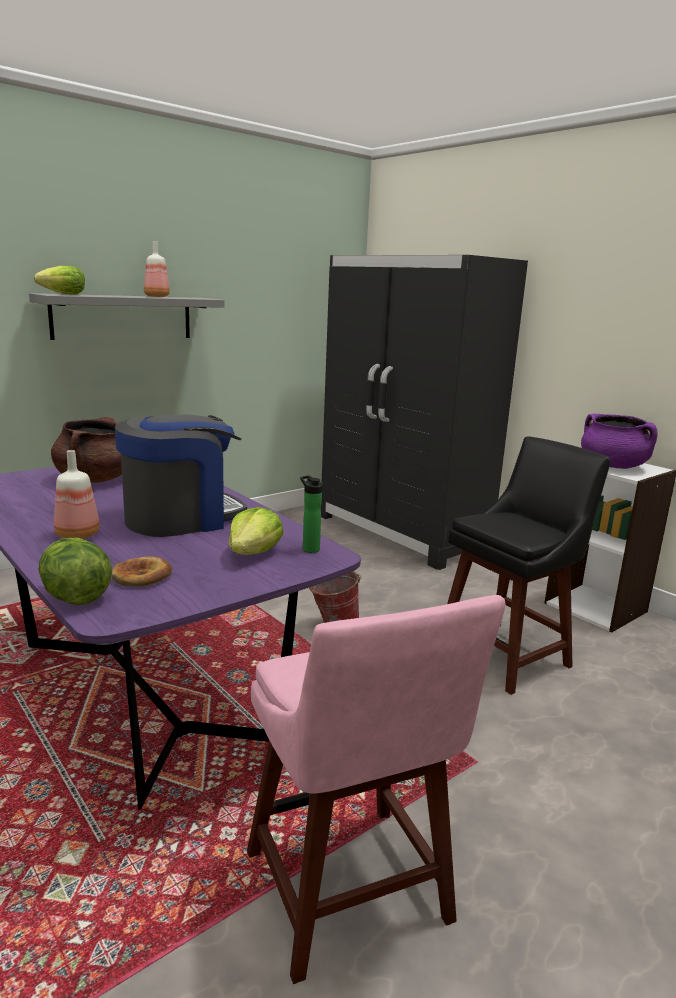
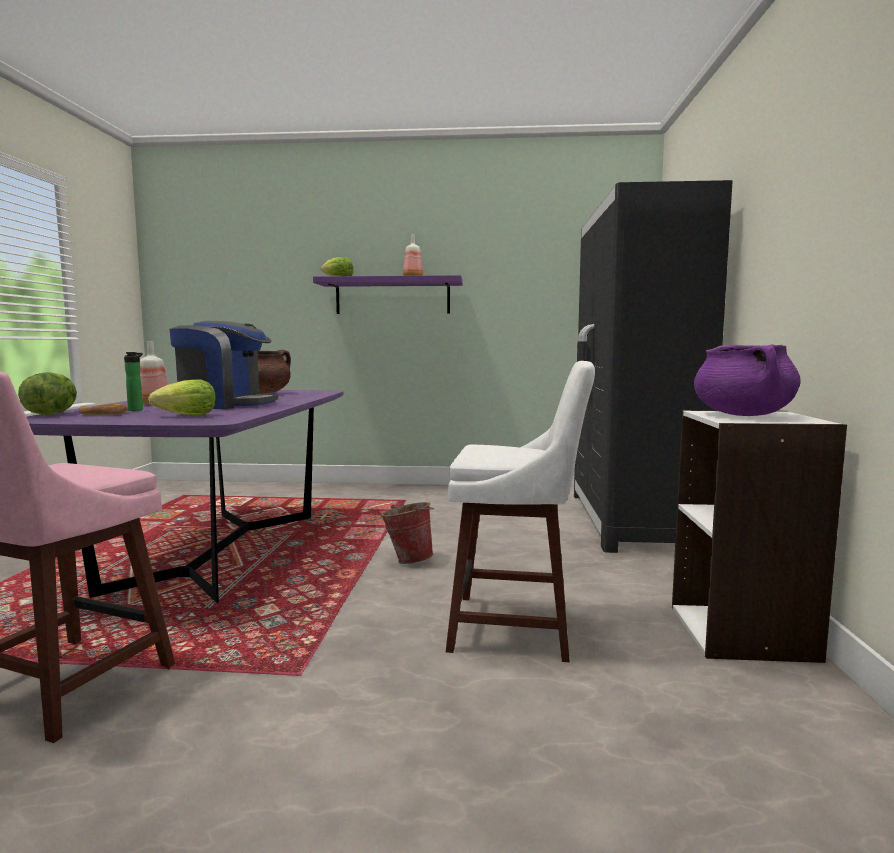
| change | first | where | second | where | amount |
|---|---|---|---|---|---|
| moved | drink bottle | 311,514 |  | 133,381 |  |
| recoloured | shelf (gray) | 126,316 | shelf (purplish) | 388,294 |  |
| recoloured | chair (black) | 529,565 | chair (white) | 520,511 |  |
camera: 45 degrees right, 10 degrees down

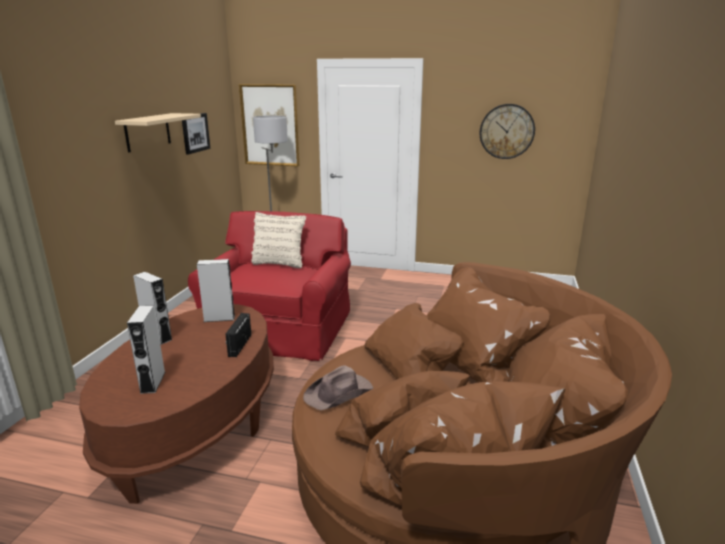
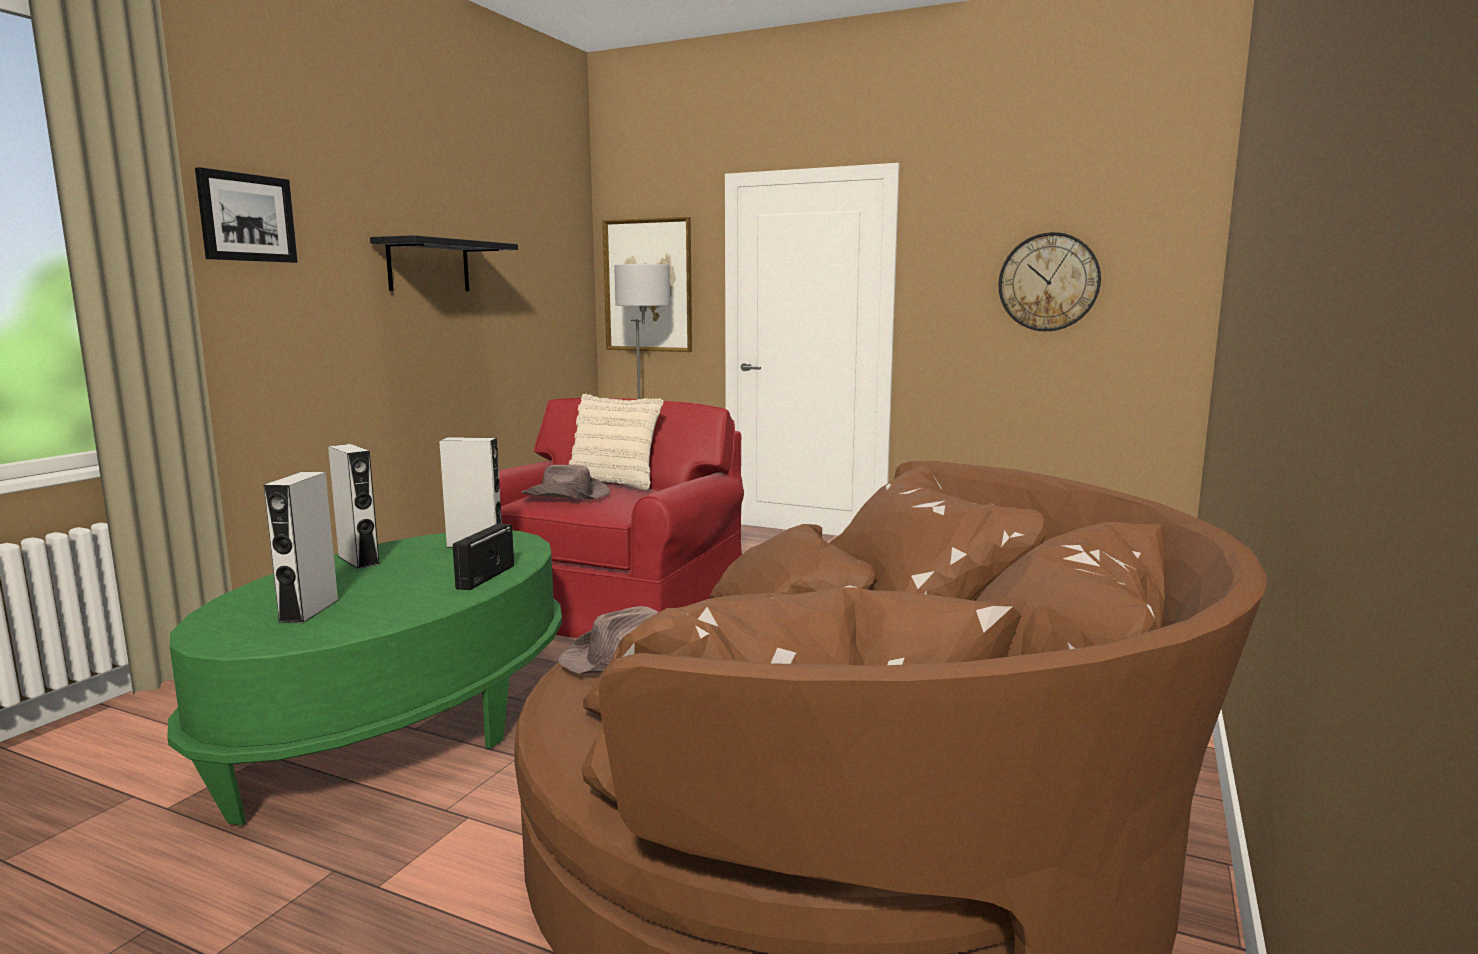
| change | first | where | second | where | amount |
|---|---|---|---|---|---|
| added |  |  | clothing hat (brown) | 566,482 |  |
| moved | wall art | 196,133 |  | 246,215 |  |
| recoloured | low table (brown) | 176,404 | low table (green) | 364,678 |  |
| recoloured | shelf (beige-coloured) | 158,132 | shelf (black) | 444,263 |  |
camera: 10 degrees right, 10 degrees down

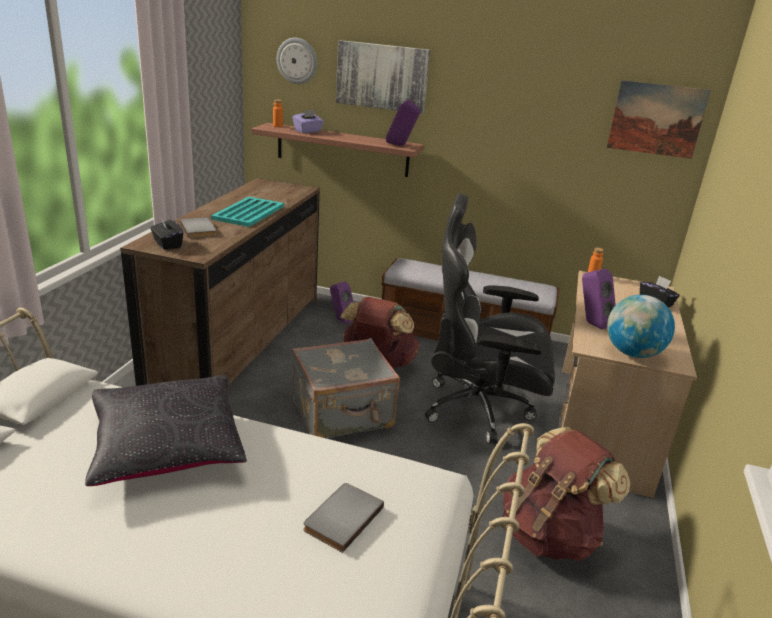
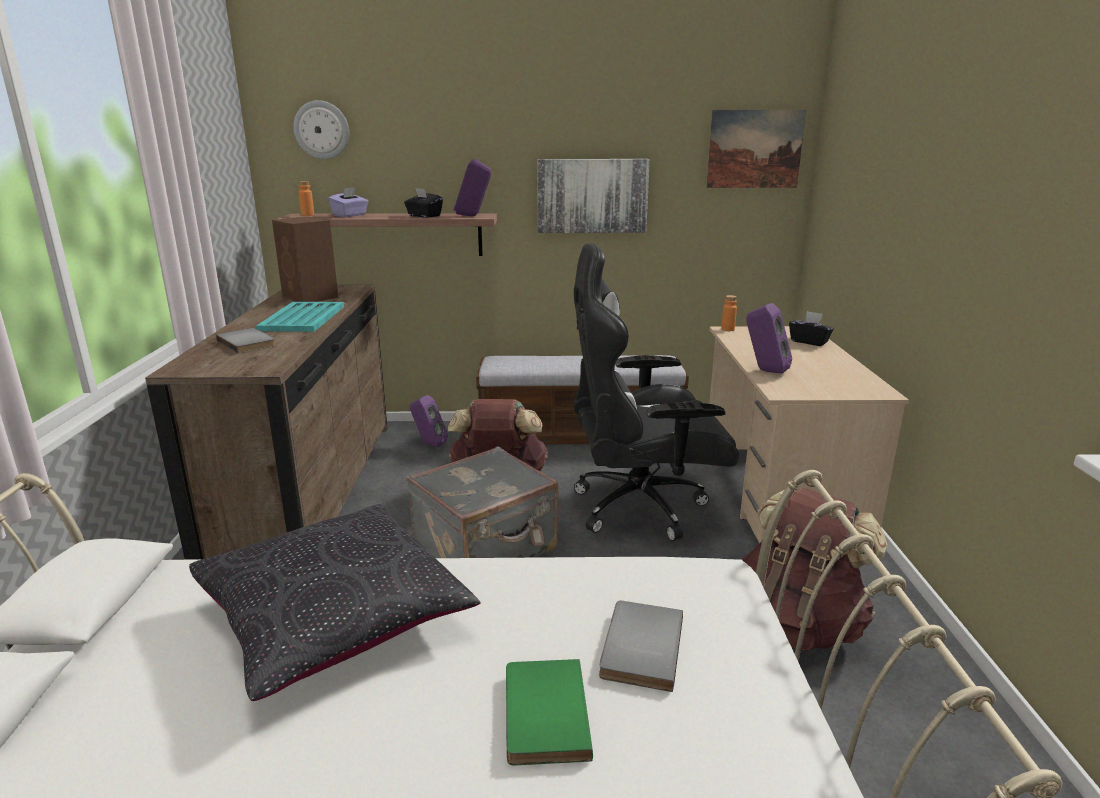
| change | first | where | second | where | amount |
|---|---|---|---|---|---|
| removed | globe | 641,326 |  |  |  |
| added |  |  | speaker (brown) | 305,259 |  |
| added |  |  | volume (green) | 549,712 |  |
| moved | box of tissues (black) | 166,233 |  | 423,203 |  |
| moved | wall art | 383,77 |  | 593,196 |  |
camera: 15 degrees left, 5 degrees down

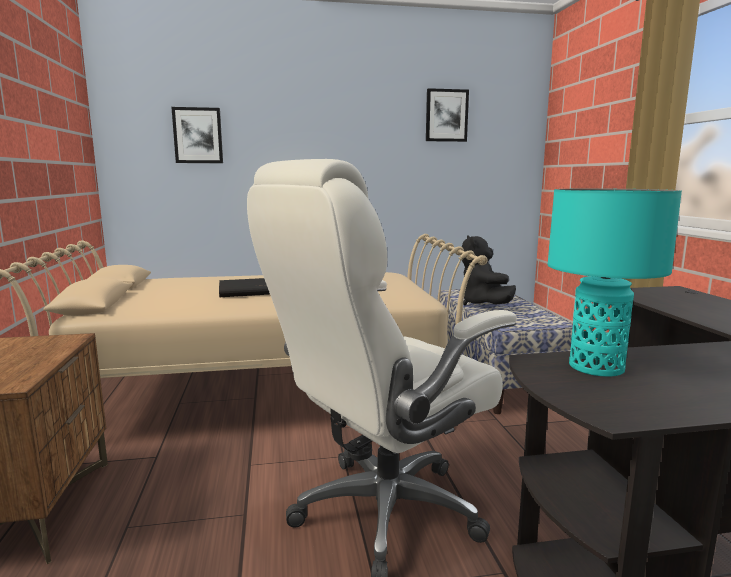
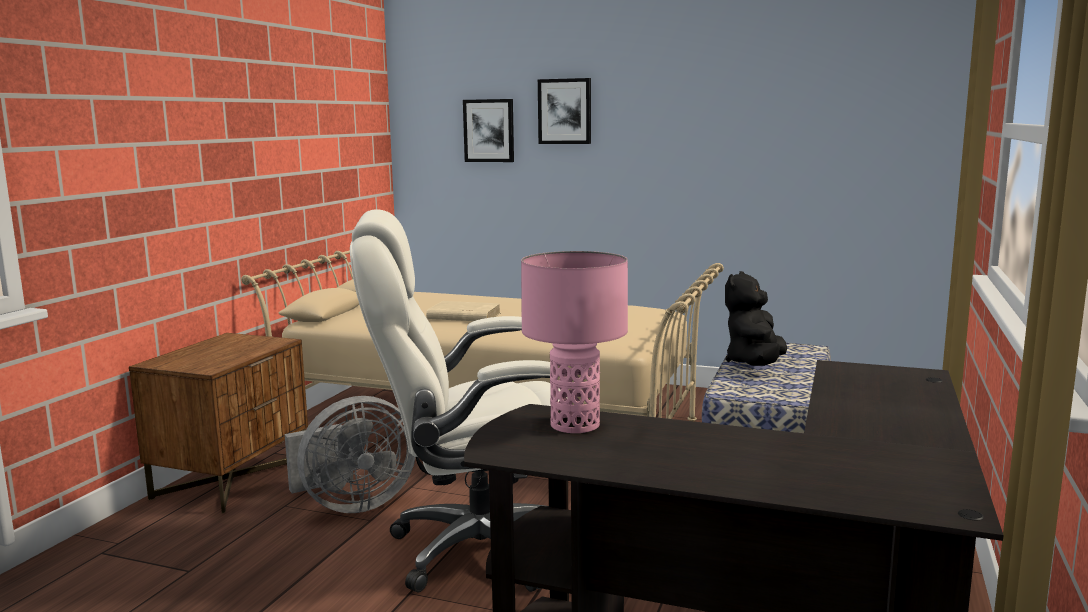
| change | first | where | second | where | amount |
|---|---|---|---|---|---|
| added |  |  | cooling fan (gray) | 350,454 |  |
| moved | wall art | 447,115 |  | 564,111 |  |
| recoloured | volume (black) | 244,287 | volume (beige-coloured) | 463,311 |  |
| recoloured | lamp for a table (turquoise-coloured) | 615,282 | lamp for a table (pinkish) | 574,342 |  |
camera: 30 degrees right, 0 degrees up

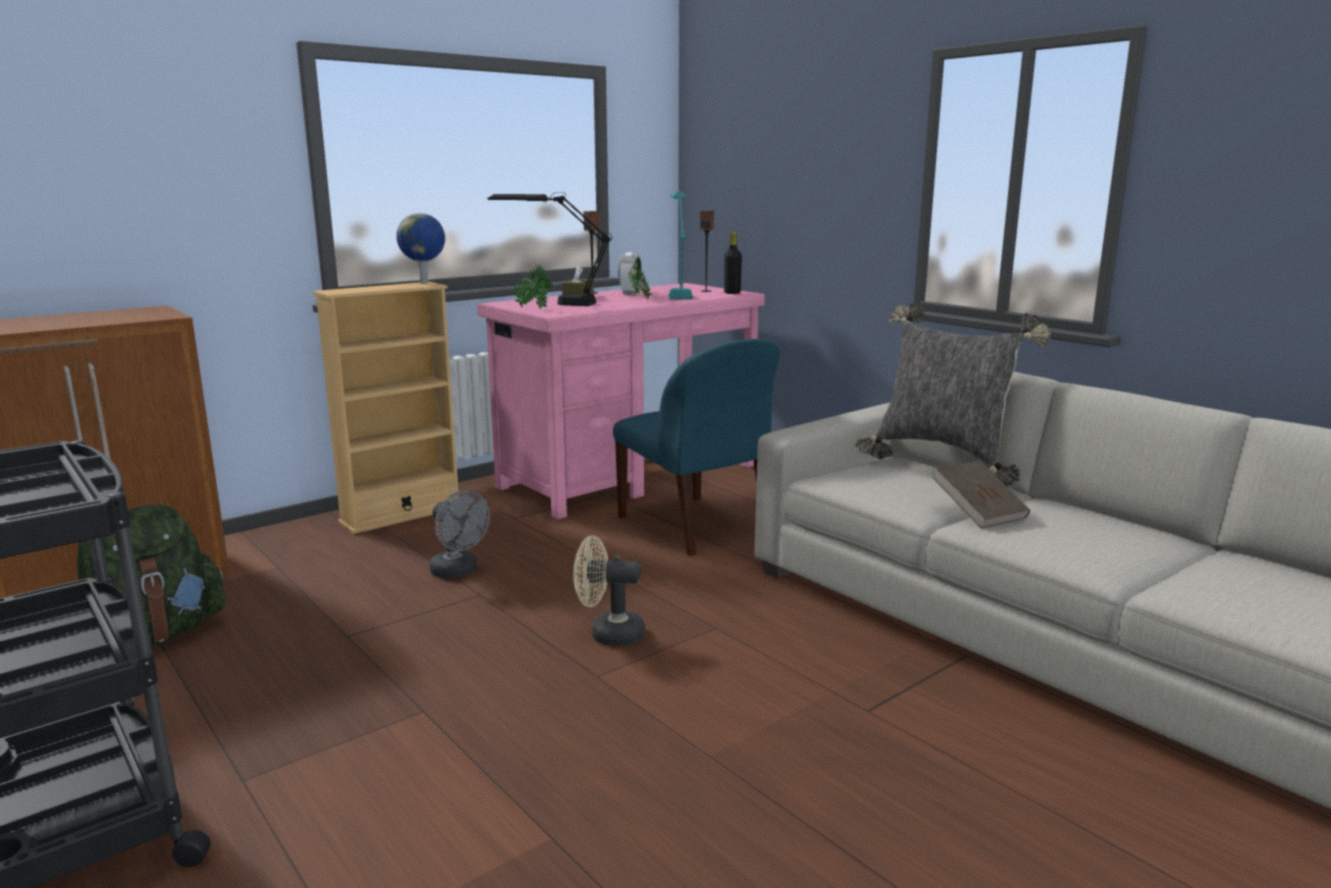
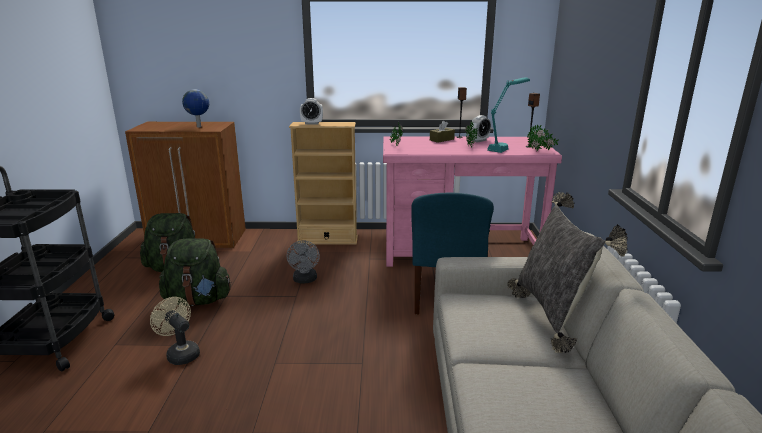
| change | first | where | second | where | amount |
|---|---|---|---|---|---|
| removed | lamp for a table (black) | 549,249 |  |  |  |
| removed | volume (brown) | 981,494 |  |  |  |
| added |  |  | rucksack (green) | 195,272 |  |
| added |  |  | alarm clock | 311,111 |  |
| moved | globe | 420,248 |  | 195,108 |  |
| moved | cooling fan (beige-coloured) | 609,591 |  | 175,331 |  |
| replaced | drink bottle (black) | 733,263 | plant in a pot | 543,137 |  |
camera: 40 degrees right, 5 degrees up

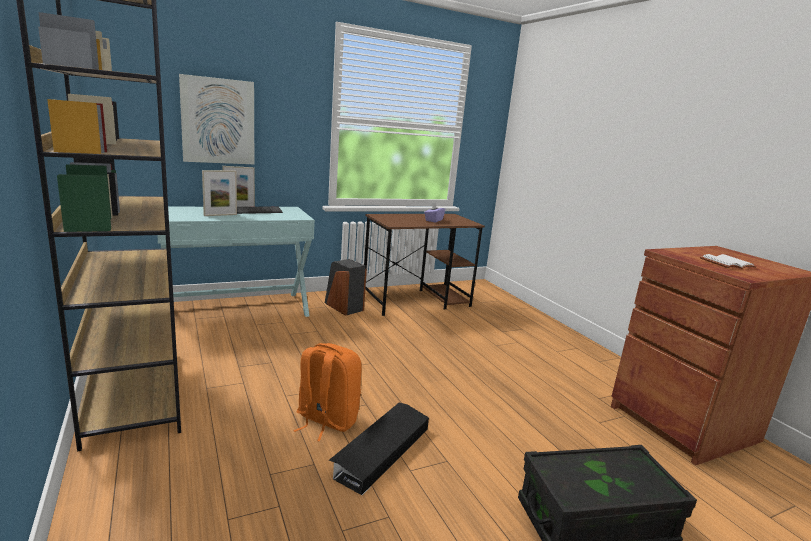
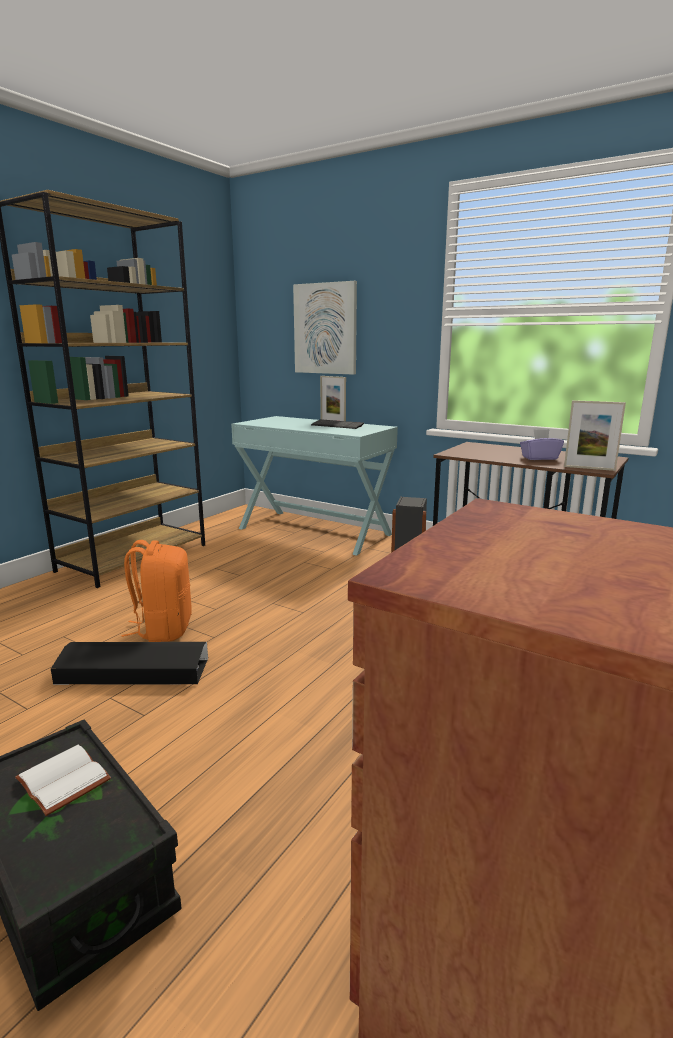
| change | first | where | second | where | amount |
|---|---|---|---|---|---|
| moved | picture frame | 219,193 |  | 595,435 |  |
| moved | volume (white) | 728,261 |  | 63,780 |  |
camera: 60 degrees right, 0 degrees up

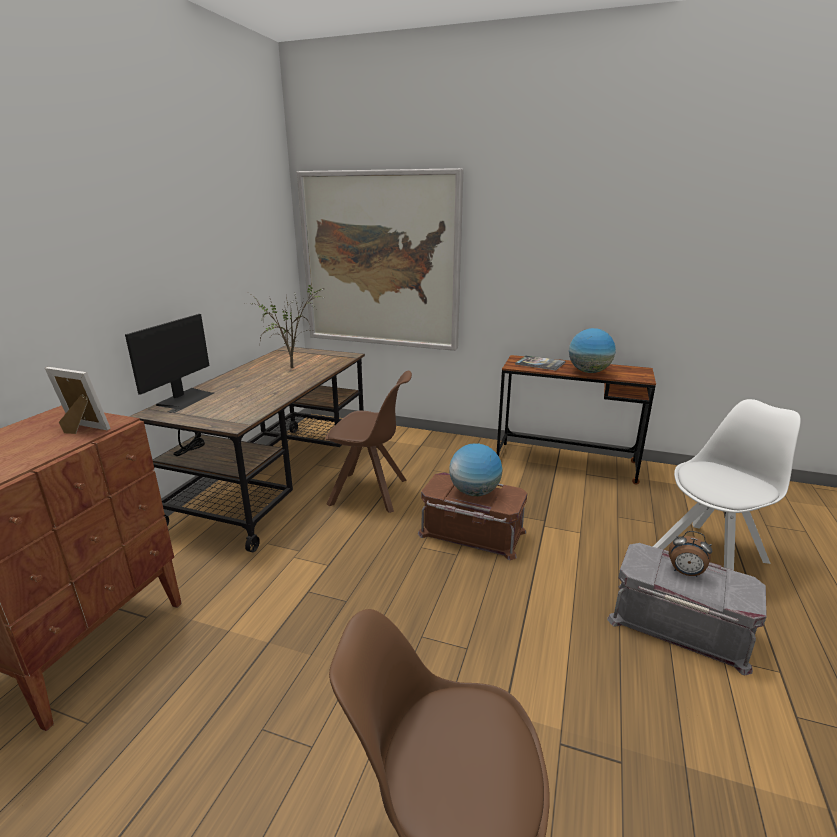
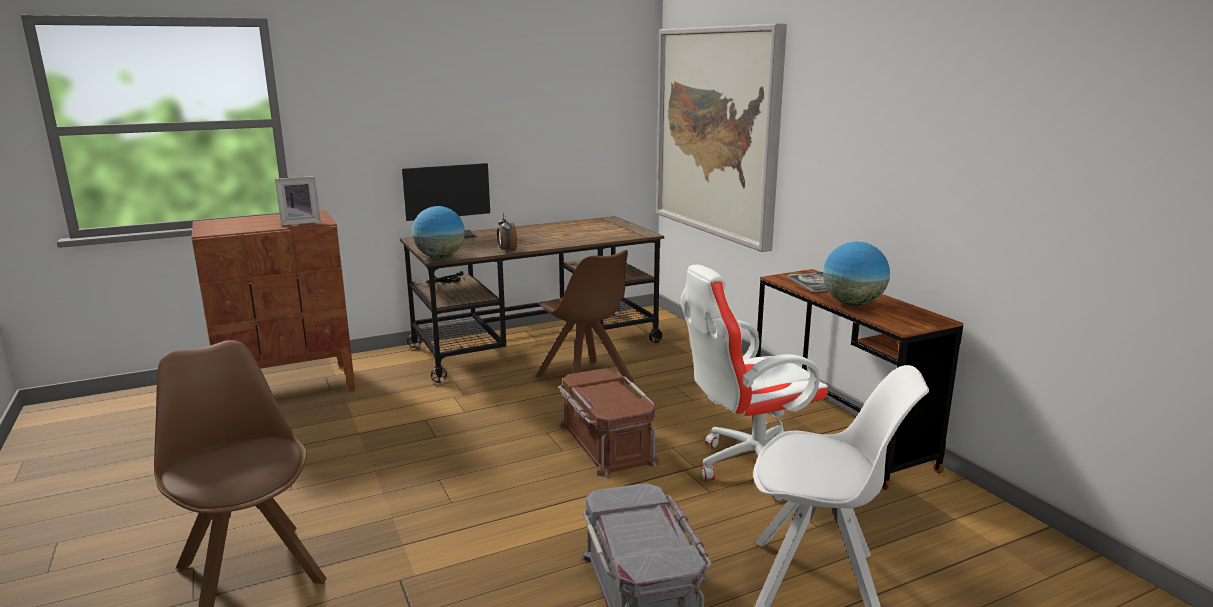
| change | first | where | second | where | amount |
|---|---|---|---|---|---|
| removed | plant in a pot | 285,325 |  |  |  |
| added |  |  | desk chair (white) | 754,383 |  |
| moved | globe | 475,469 |  | 438,232 |  |
| moved | alarm clock | 690,554 |  | 507,233 |  |
| turned | picture frame | 77,400 |  | 298,201 | 90 degrees clockwise |
camera: 45 degrees right, 5 degrees down

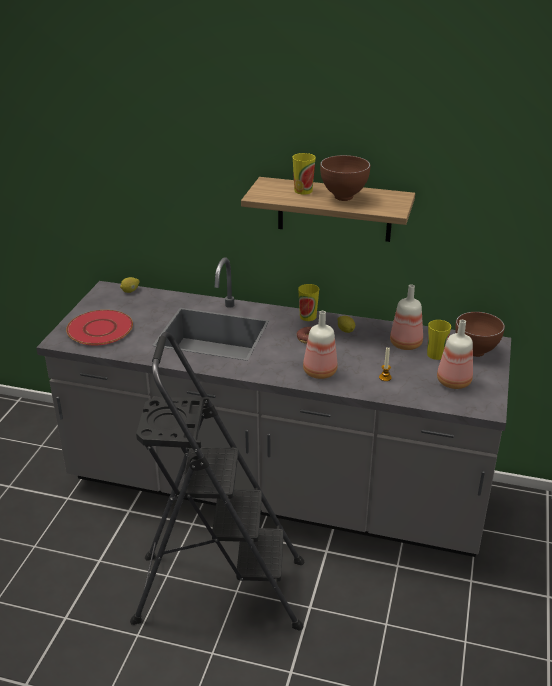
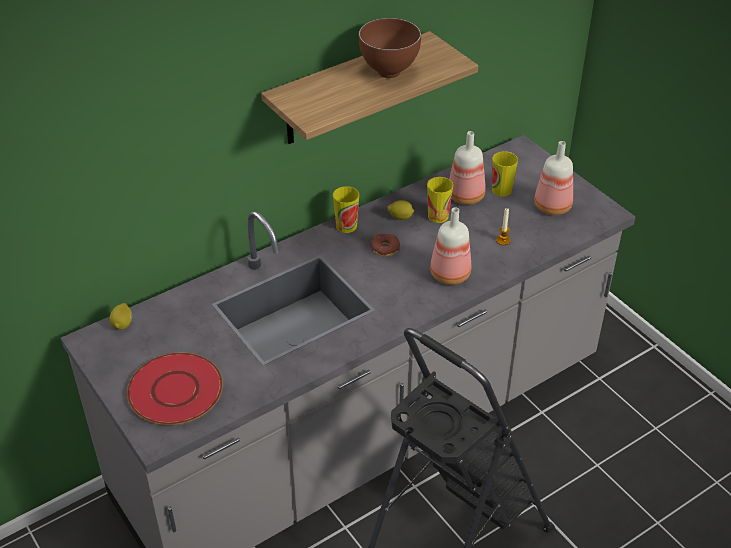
| change | first | where | second | where | amount |
|---|---|---|---|---|---|
| removed | bowl (brown) | 480,334 |  |  |  |
| moved | cup | 304,174 |  | 440,200 |  |
camera: 50 degrees left, 10 degrees up

